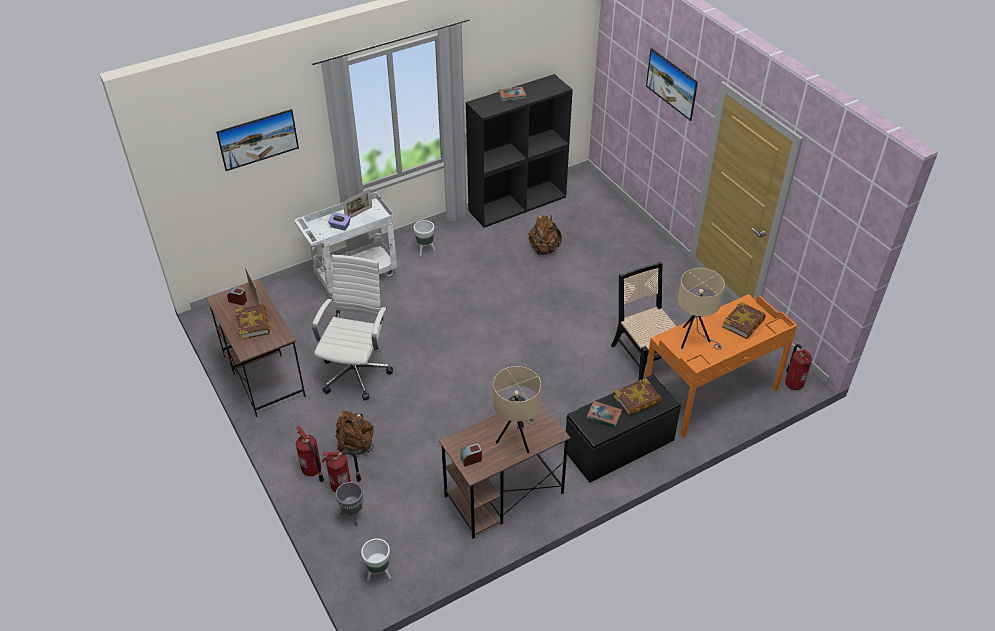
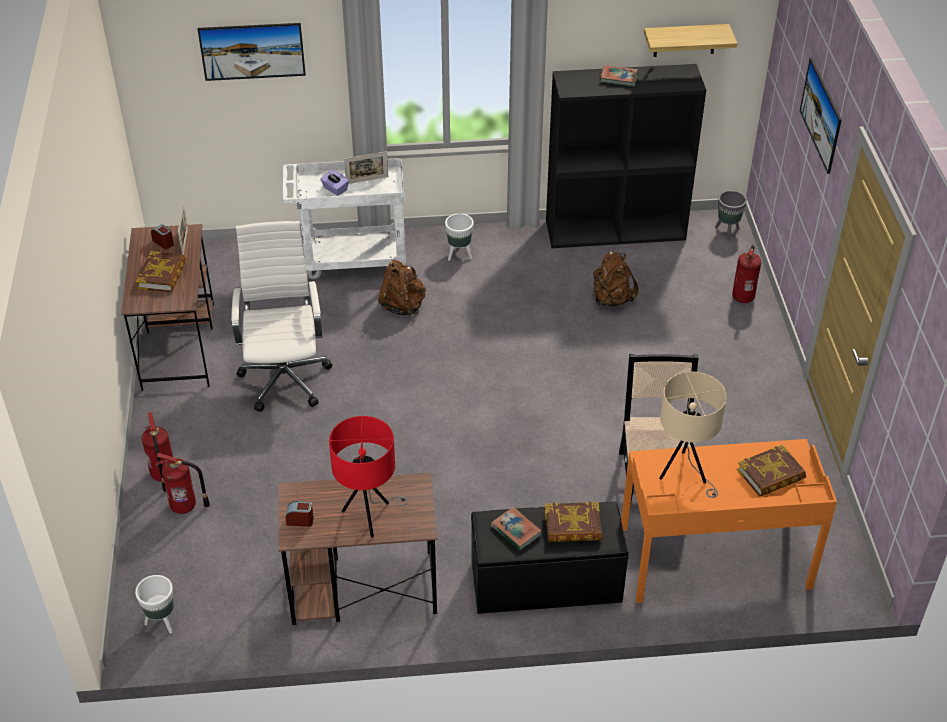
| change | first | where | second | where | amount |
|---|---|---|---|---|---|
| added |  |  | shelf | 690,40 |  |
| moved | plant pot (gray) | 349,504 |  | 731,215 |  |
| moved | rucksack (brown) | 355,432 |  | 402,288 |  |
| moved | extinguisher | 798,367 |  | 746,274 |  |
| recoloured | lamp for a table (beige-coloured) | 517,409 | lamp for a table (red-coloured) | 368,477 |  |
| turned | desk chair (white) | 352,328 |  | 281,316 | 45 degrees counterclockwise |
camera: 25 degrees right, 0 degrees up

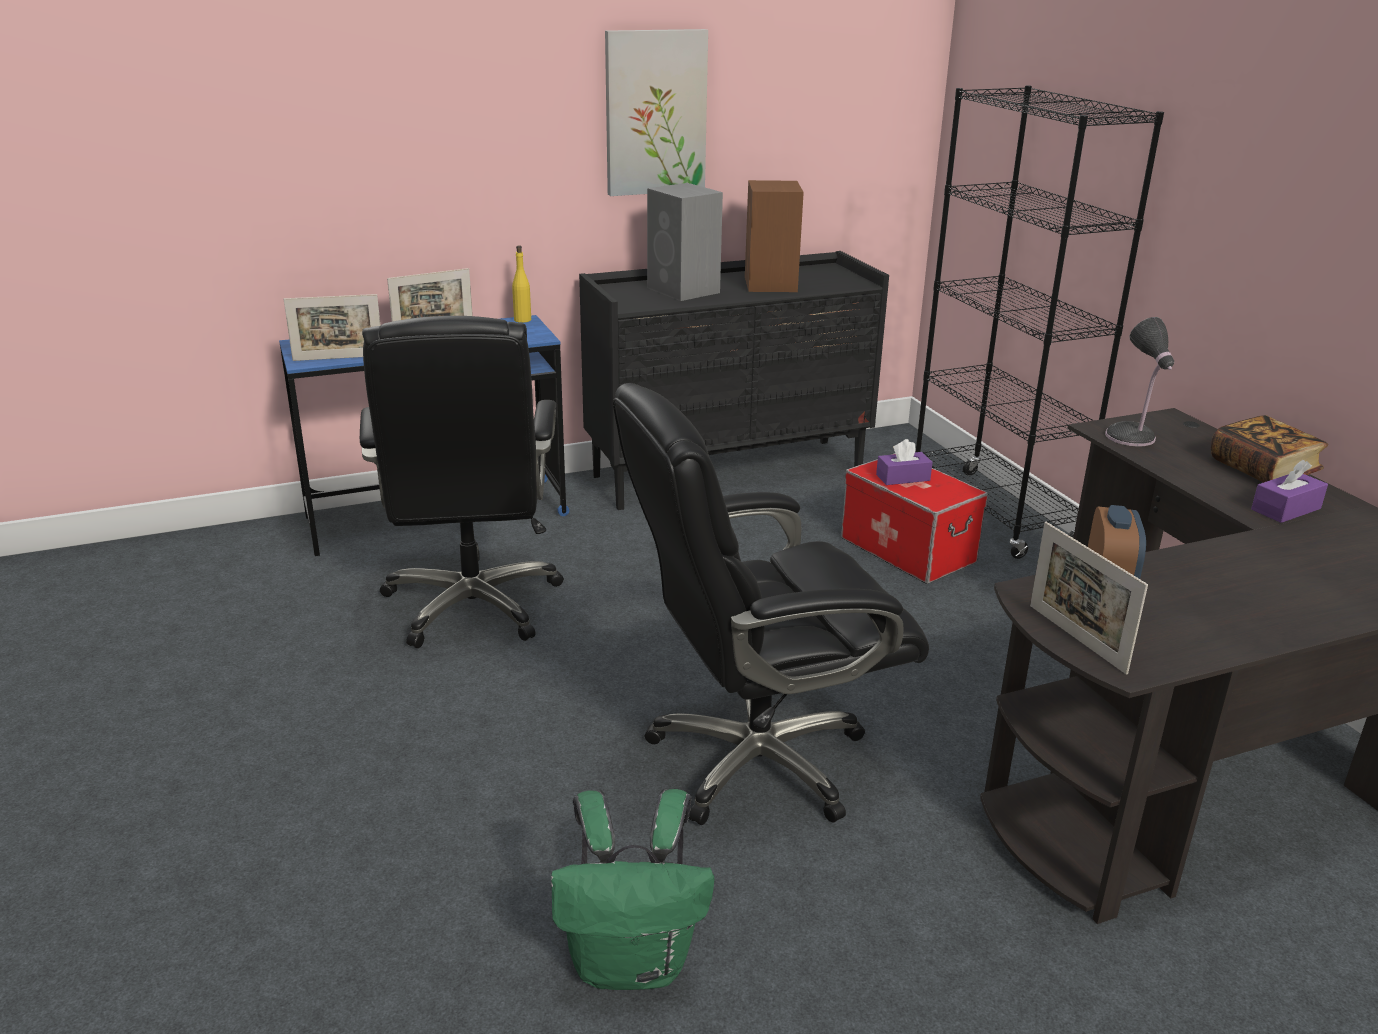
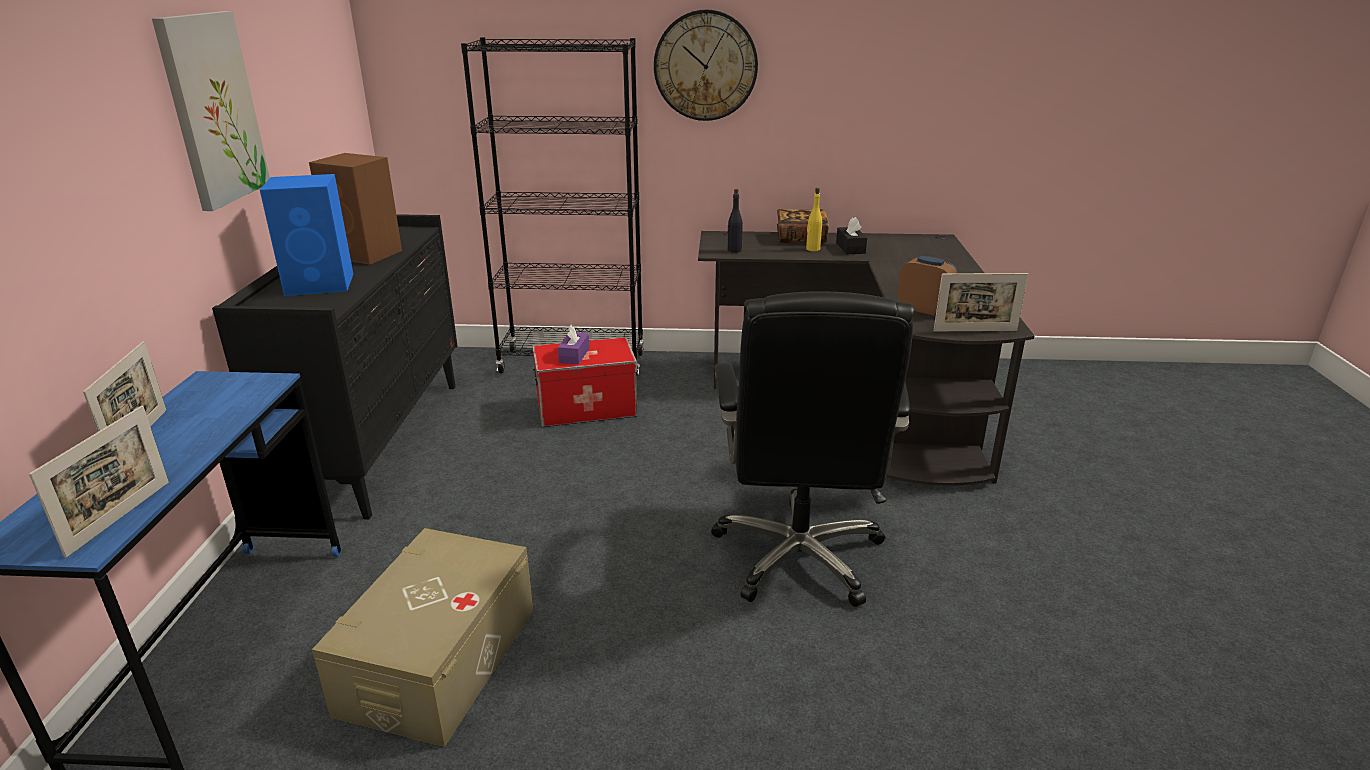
| change | first | where | second | where | amount |
|---|---|---|---|---|---|
| removed | rucksack (green) | 633,889 |  |  |  |
| added |  |  | hanging clock | 706,65 |  |
| moved | drink bottle (yellow-coloured) | 521,284 |  | 814,219 |  |
| replaced | desk chair (black) | 462,482 | storage container (beige-coloured) | 422,637 |  |
| replaced | lamp for a table | 1139,382 | drink bottle (black) | 735,221 |  |
| recoloured | speaker (gray) | 685,242 | speaker (bluish) | 306,235 |  |
| recoloured | box of tissues (purplish) | 1289,491 | box of tissues (black) | 851,235 |  |
camera: 65 degrees left, 0 degrees up

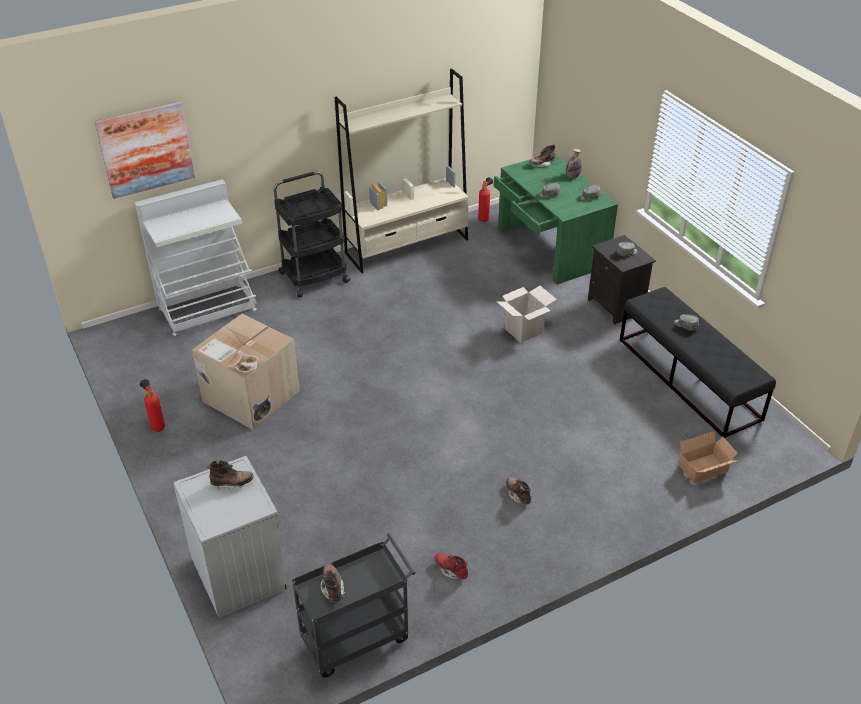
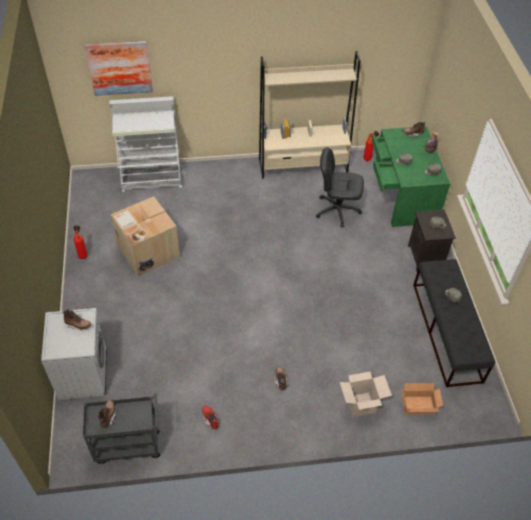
| change | first | where | second | where | amount |
|---|---|---|---|---|---|
| removed | cart (black) | 312,234 |  |  |  |
| added |  |  | desk chair (black) | 340,187 |  |
| moved | cardboard box | 526,314 |  | 366,394 |  |
camera: 20 degrees right, 10 degrees up

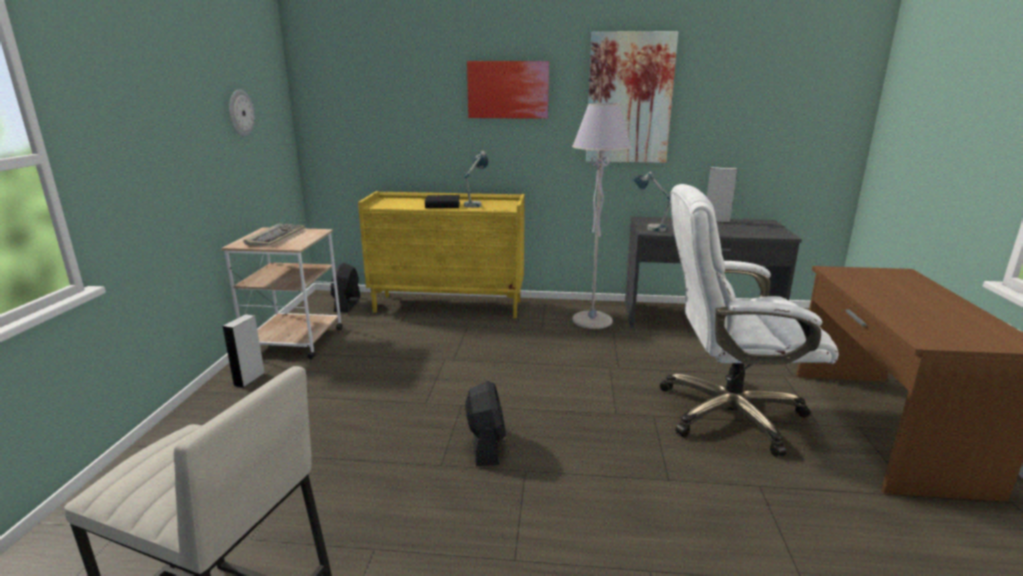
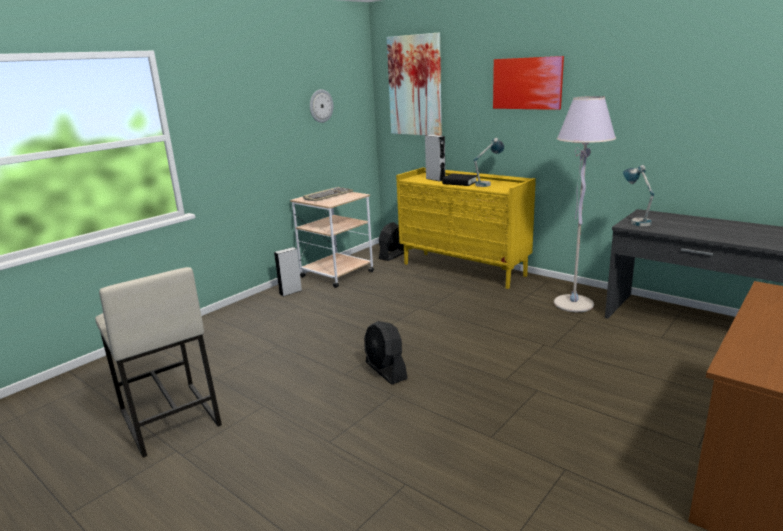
| change | first | where | second | where | amount |
|---|---|---|---|---|---|
| removed | desk chair (white) | 749,320 |  |  |  |
| moved | wall art | 632,97 |  | 414,84 |  |
| moved | speaker (gray) | 722,195 |  | 435,158 |  |
| turned | cooling fan (black) | 485,423 |  | 386,353 | 120 degrees clockwise |
camera: 35 degrees right, 0 degrees up

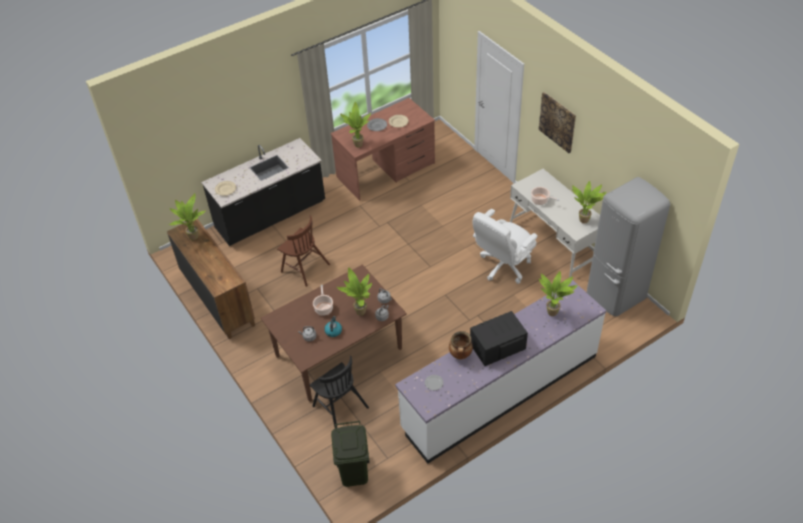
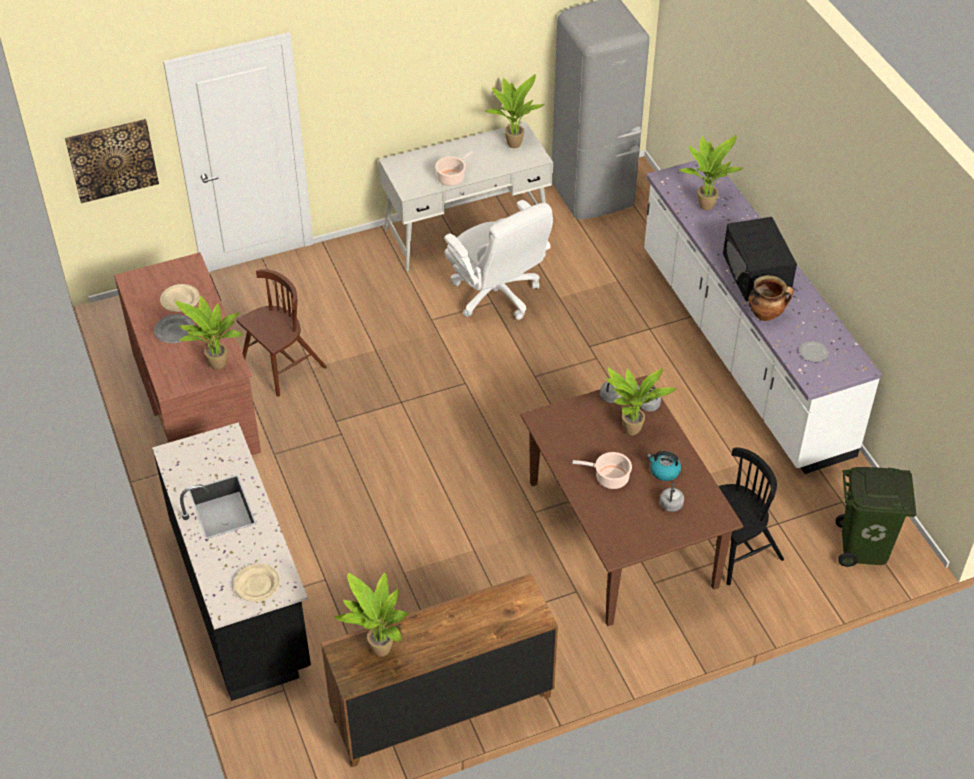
| change | first | where | second | where | amount |
|---|---|---|---|---|---|
| moved | chair (brown) | 303,251 |  | 281,333 |  |
| moved | wall art | 557,122 |  | 112,161 |  |
camera: 80 degrees left, 0 degrees up

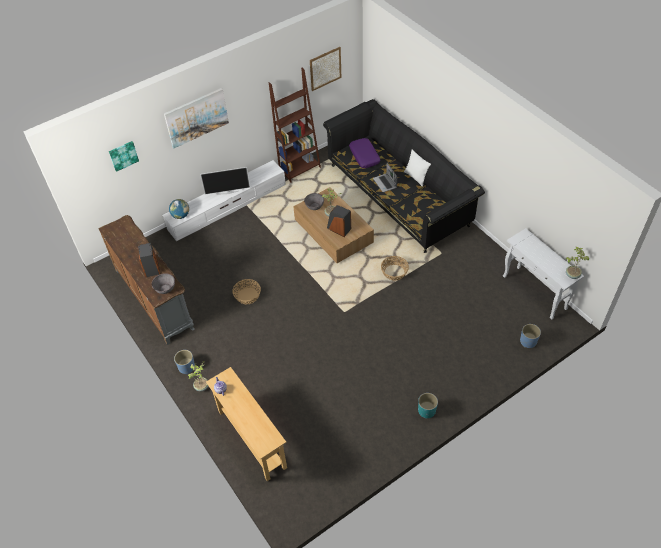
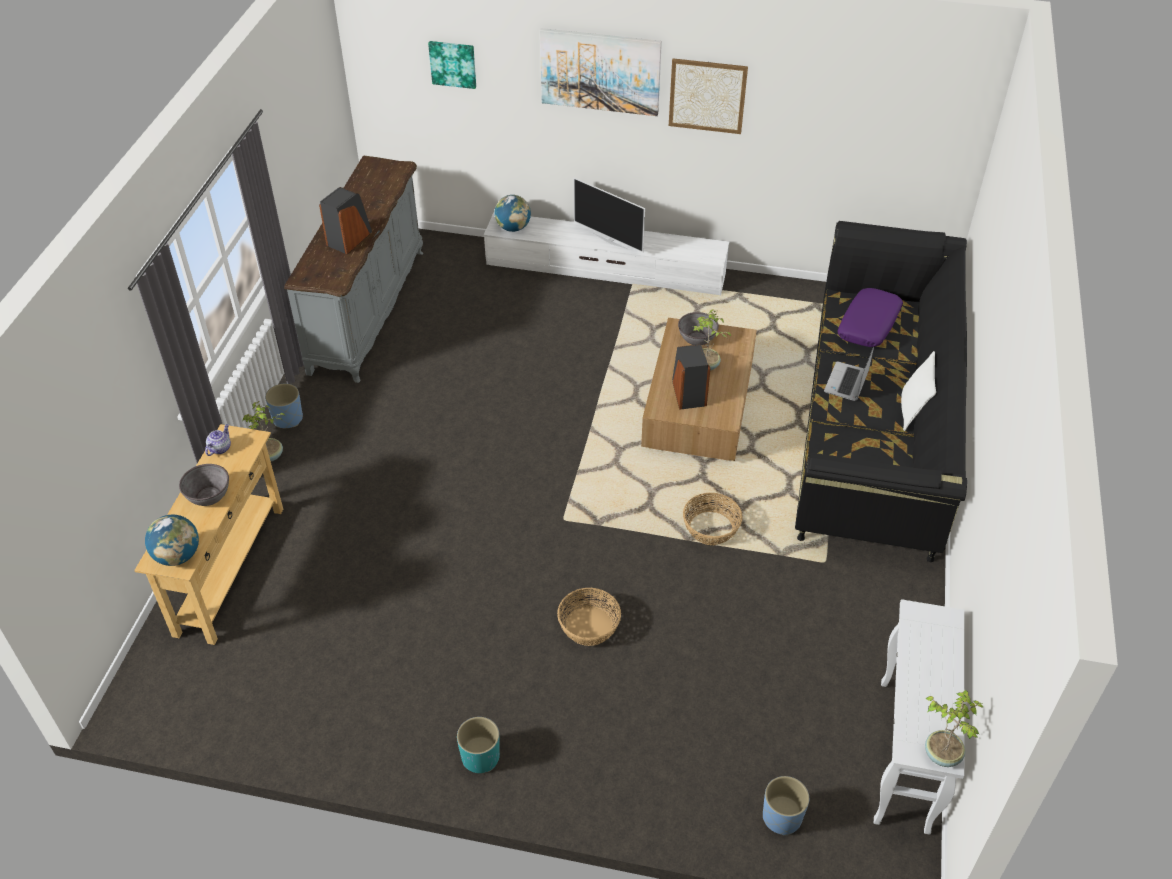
| change | first | where | second | where | amount |
|---|---|---|---|---|---|
| removed | bookcase (brown) | 295,125 |  |  |  |
| added |  |  | globe | 172,540 |  |
| moved | bowl (gray) | 163,283 |  | 204,485 |  |
| moved | storage basket | 246,291 |  | 589,617 |  |
| moved | wall art | 325,69 |  | 708,96 |  |
camera: 45 degrees right, 5 degrees down

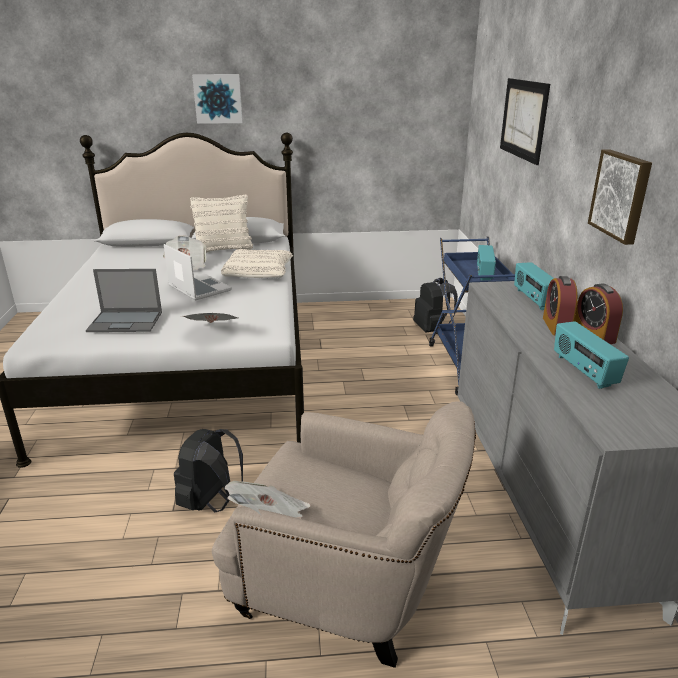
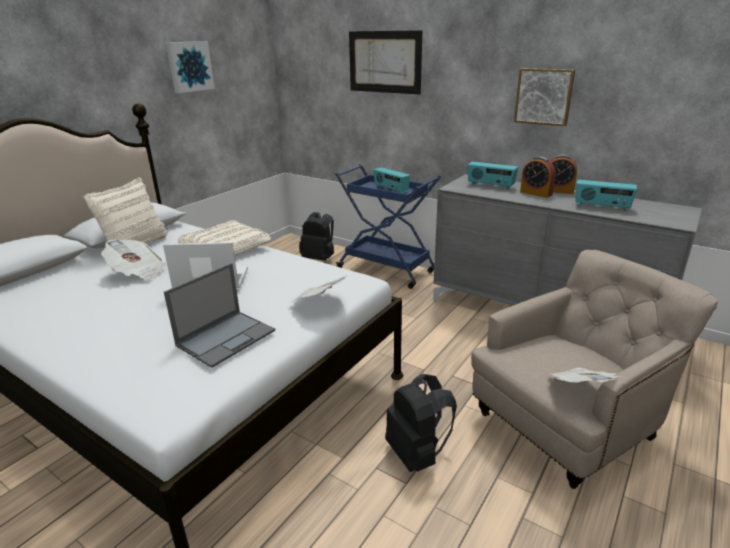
| change | first | where | second | where | amount |
|---|---|---|---|---|---|
| moved | wall art | 217,99 |  | 190,67 |  |
camera: 50 degrees left, 0 degrees up

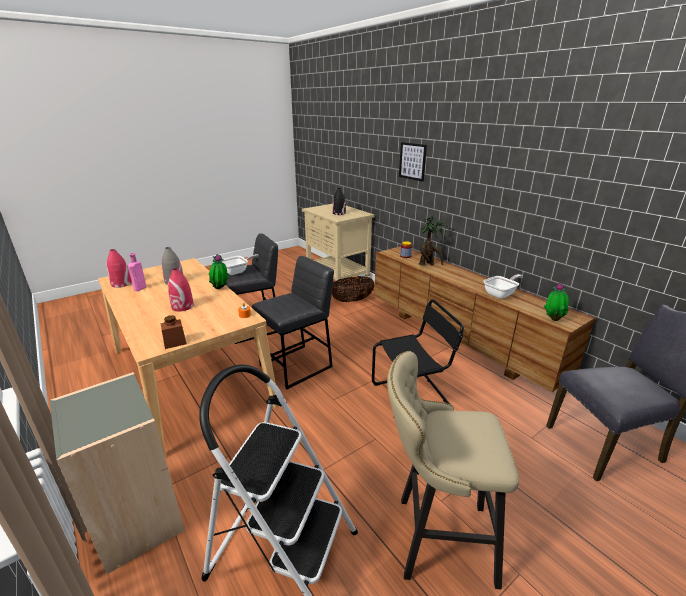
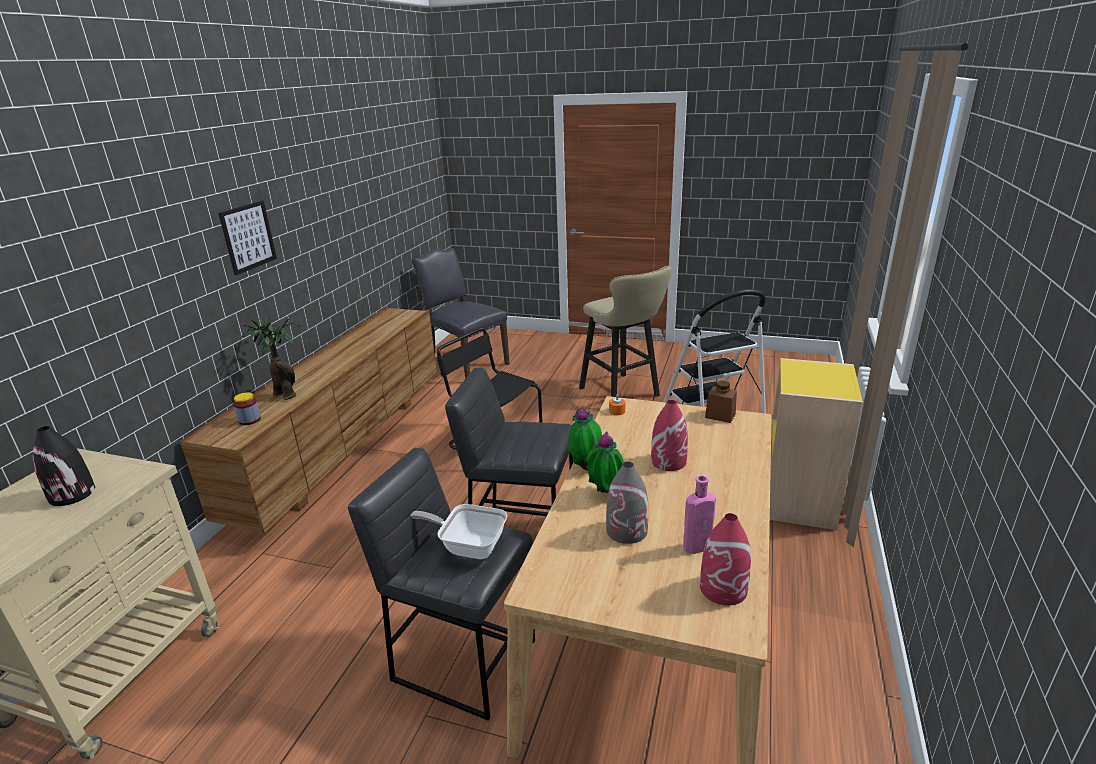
| change | first | where | second | where | amount |
|---|---|---|---|---|---|
| removed | storage basket | 353,289 |  |  |  |
| removed | frying pan | 502,286 |  |  |  |
| moved | wall art | 413,162 |  | 247,238 |  |
| moved | plant in a pot | 556,302 |  | 605,462 |  |
| recoloured | bookcase (gray) | 117,473 | bookcase (yellow-coloured) | 816,444 |  |
camera: 125 degrees left, 0 degrees up

